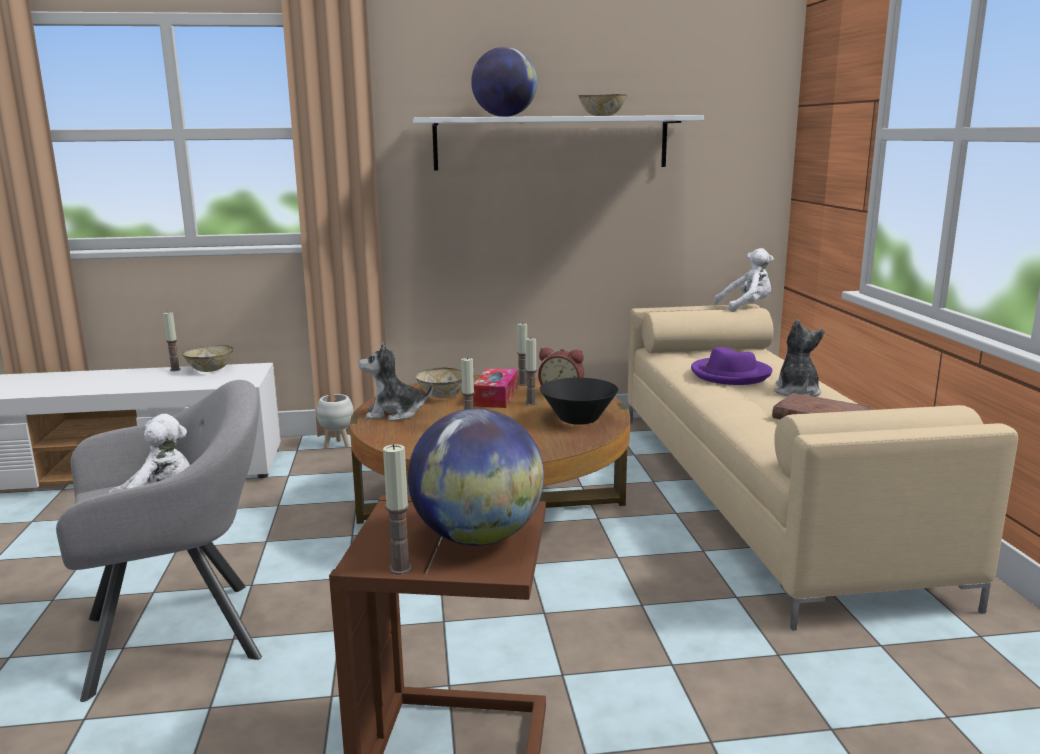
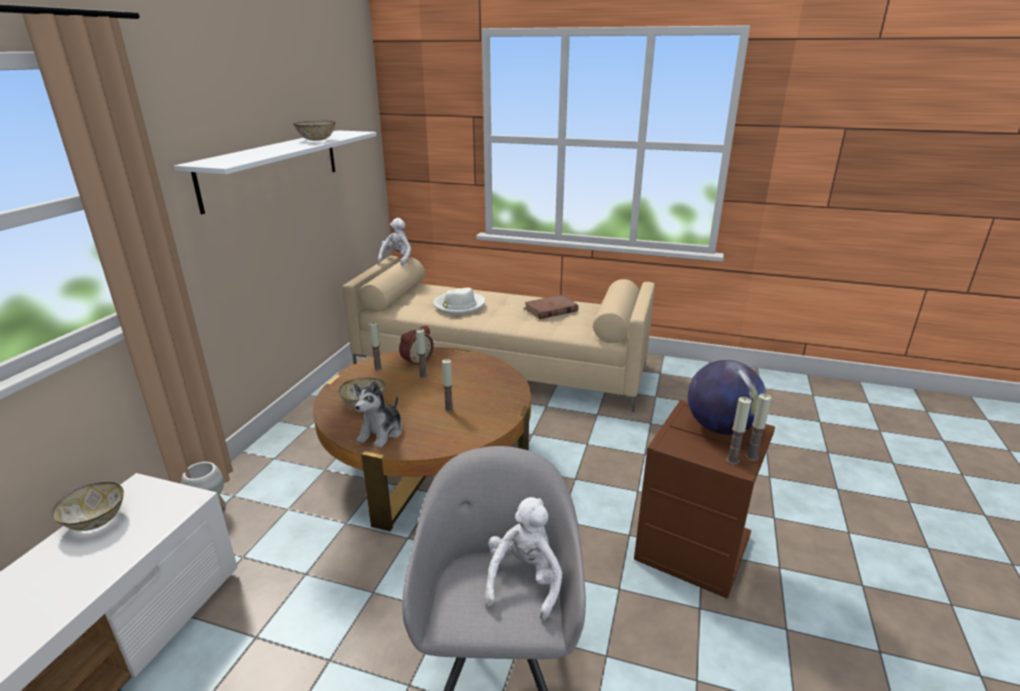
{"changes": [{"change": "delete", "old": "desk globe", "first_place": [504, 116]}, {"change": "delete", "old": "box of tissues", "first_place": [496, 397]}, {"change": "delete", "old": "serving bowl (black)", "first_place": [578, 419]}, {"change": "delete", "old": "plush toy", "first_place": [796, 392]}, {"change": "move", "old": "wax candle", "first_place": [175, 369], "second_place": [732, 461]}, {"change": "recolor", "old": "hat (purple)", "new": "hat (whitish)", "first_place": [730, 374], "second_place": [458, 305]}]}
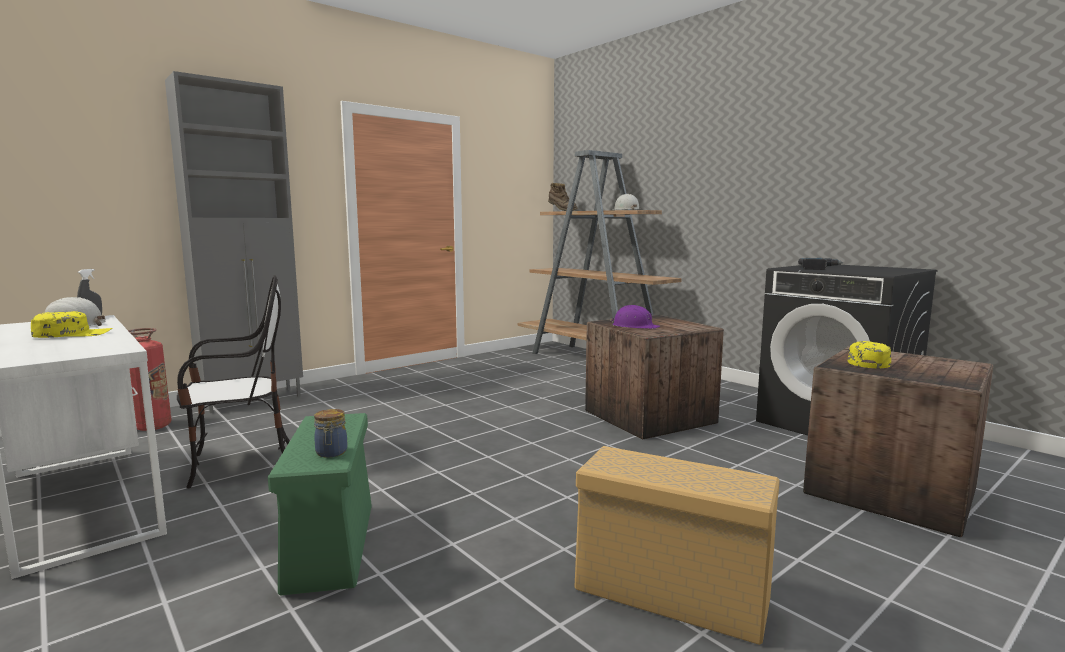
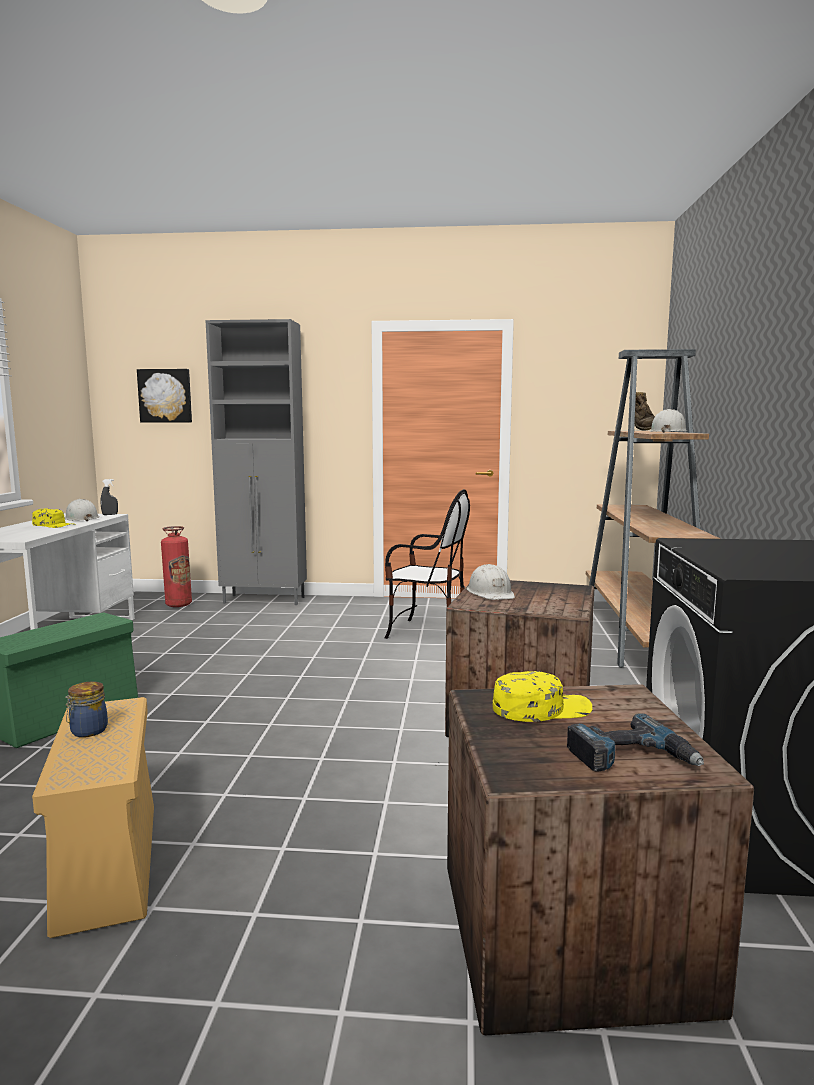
{"changes": [{"change": "insert", "new": "picture", "second_place": [165, 396]}, {"change": "move", "old": "plain chair", "first_place": [241, 463], "second_place": [427, 632]}, {"change": "move", "old": "preserve jar", "first_place": [331, 453], "second_place": [87, 731]}, {"change": "move", "old": "electric drill", "first_place": [819, 268], "second_place": [631, 757]}, {"change": "recolor", "old": "safety helmet (purple)", "new": "safety helmet (whitish)", "first_place": [634, 326], "second_place": [491, 593]}]}
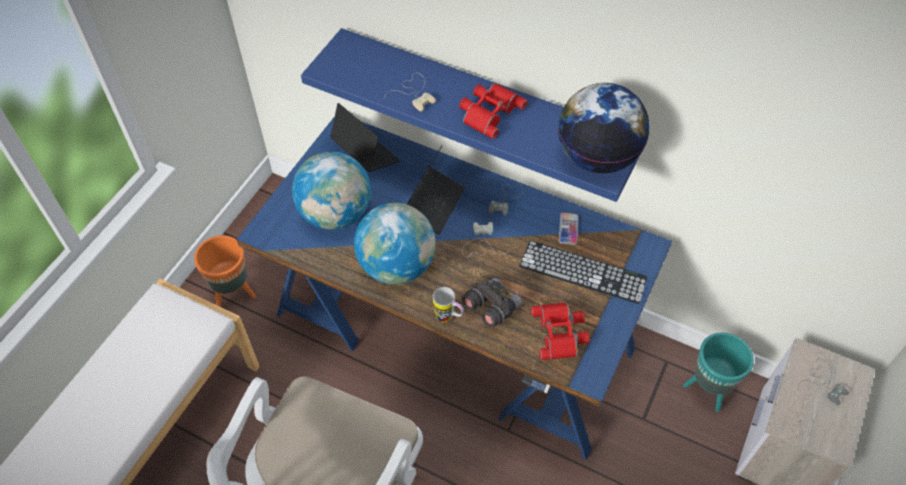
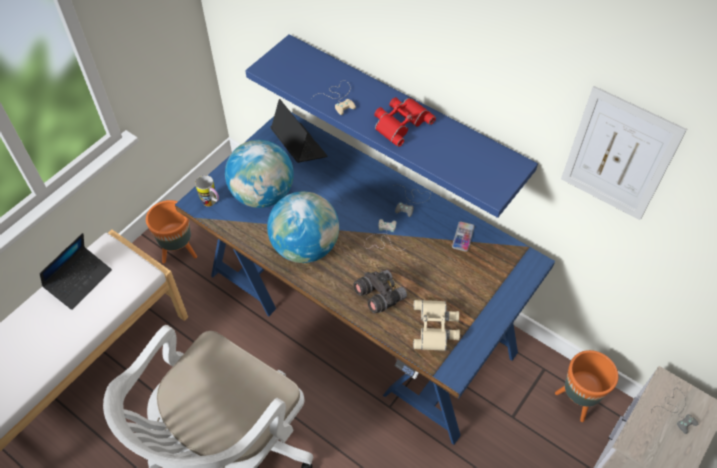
{"changes": [{"change": "delete", "old": "PC keyboard", "first_place": [583, 272]}, {"change": "delete", "old": "desk globe", "first_place": [597, 157]}, {"change": "insert", "new": "picture", "second_place": [618, 155]}, {"change": "move", "old": "portable computer", "first_place": [434, 204], "second_place": [79, 281]}, {"change": "move", "old": "coffee mug", "first_place": [449, 318], "second_place": [212, 204]}, {"change": "recolor", "old": "binoculars (red-coloured)", "new": "binoculars (sand-coloured)", "first_place": [560, 333], "second_place": [436, 327]}, {"change": "recolor", "old": "plant pot (blue-green)", "new": "plant pot (orangey)", "first_place": [708, 390], "second_place": [577, 401]}]}
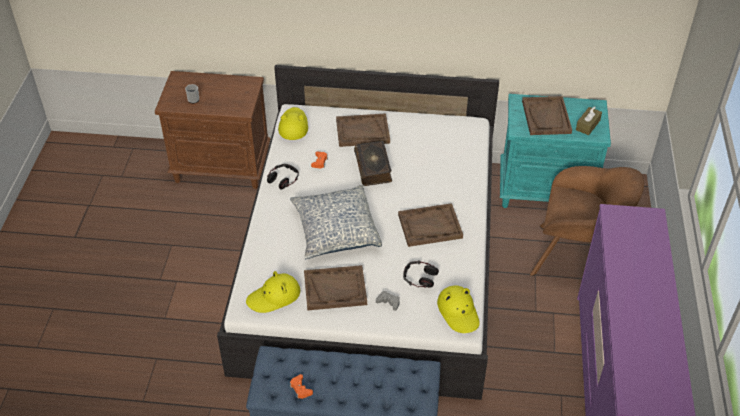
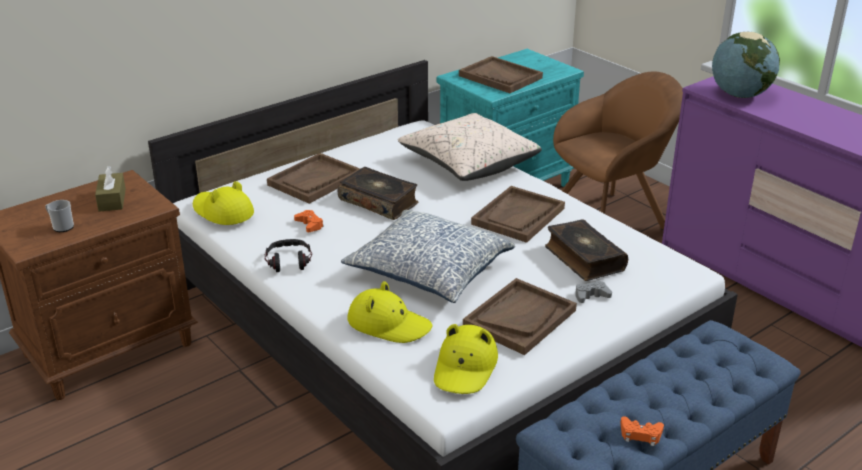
{"changes": [{"change": "insert", "new": "throw pillow (sand-coloured)", "second_place": [468, 163]}, {"change": "insert", "new": "desk globe", "second_place": [740, 94]}, {"change": "move", "old": "hat (yellow)", "first_place": [458, 312], "second_place": [389, 324]}, {"change": "move", "old": "box of tissues (brown-coloured)", "first_place": [587, 125], "second_place": [112, 200]}, {"change": "replace", "old": "headphones", "new": "volume", "first_place": [419, 277], "second_place": [583, 258]}]}
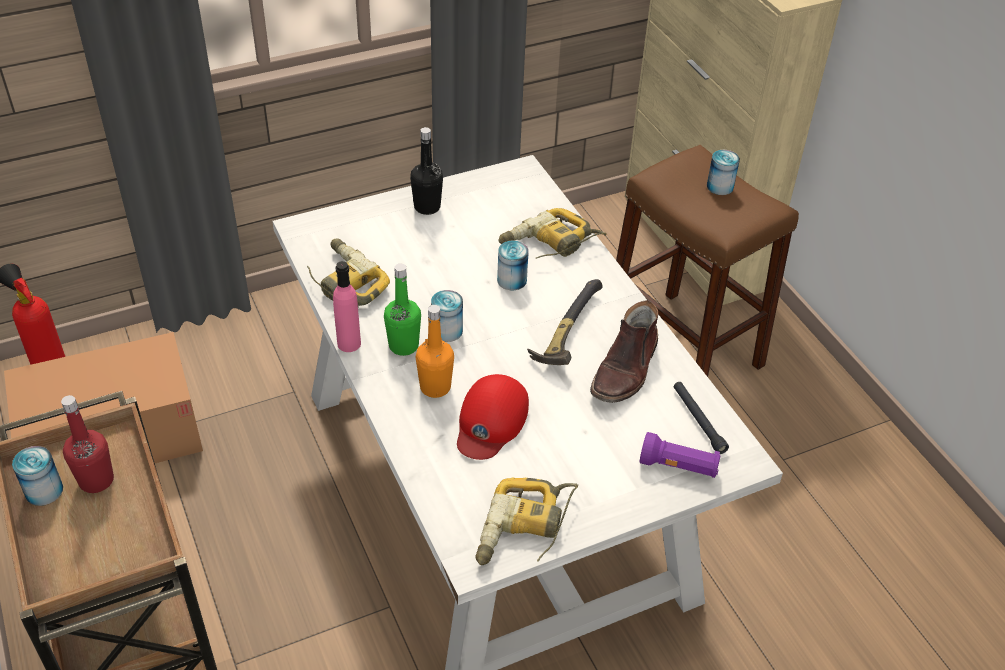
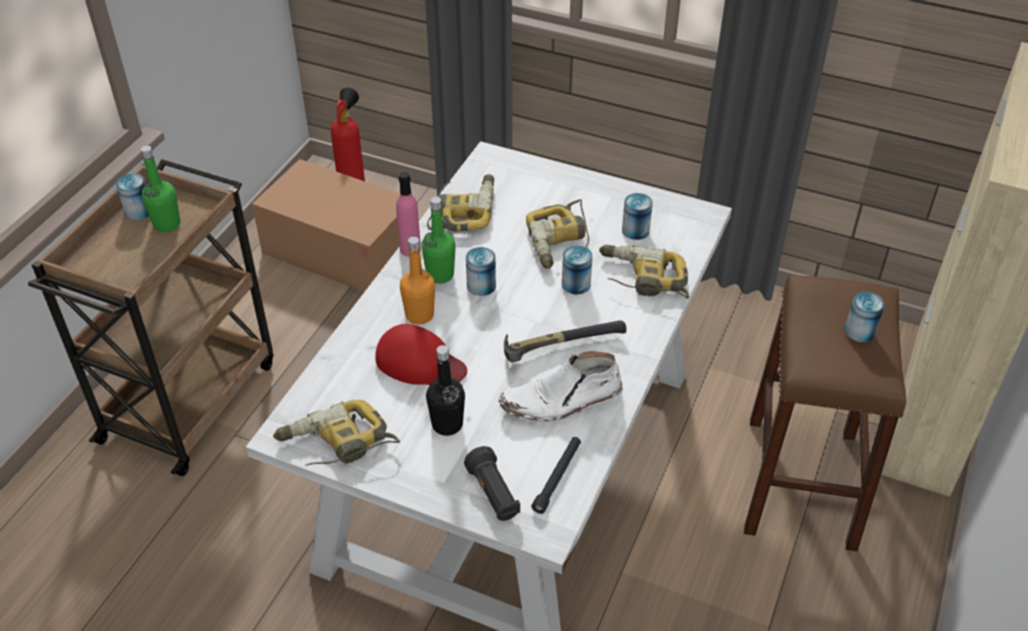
{"changes": [{"change": "insert", "new": "electric drill", "second_place": [560, 241]}, {"change": "insert", "new": "can", "second_place": [635, 230]}, {"change": "move", "old": "beverage bottle (black)", "first_place": [427, 207], "second_place": [447, 424]}, {"change": "recolor", "old": "beverage bottle (red-coloured)", "new": "beverage bottle (green)", "first_place": [96, 480], "second_place": [167, 224]}, {"change": "recolor", "old": "high-top boot (brown-coloured)", "new": "high-top boot (whitish)", "first_place": [626, 369], "second_place": [561, 402]}, {"change": "recolor", "old": "hand torch (purple)", "new": "hand torch (black)", "first_place": [678, 467], "second_place": [493, 494]}, {"change": "rotate", "old": "peaked cap (red-coloured)", "first_place": [490, 421], "second_place": [420, 363], "degrees": -135}]}
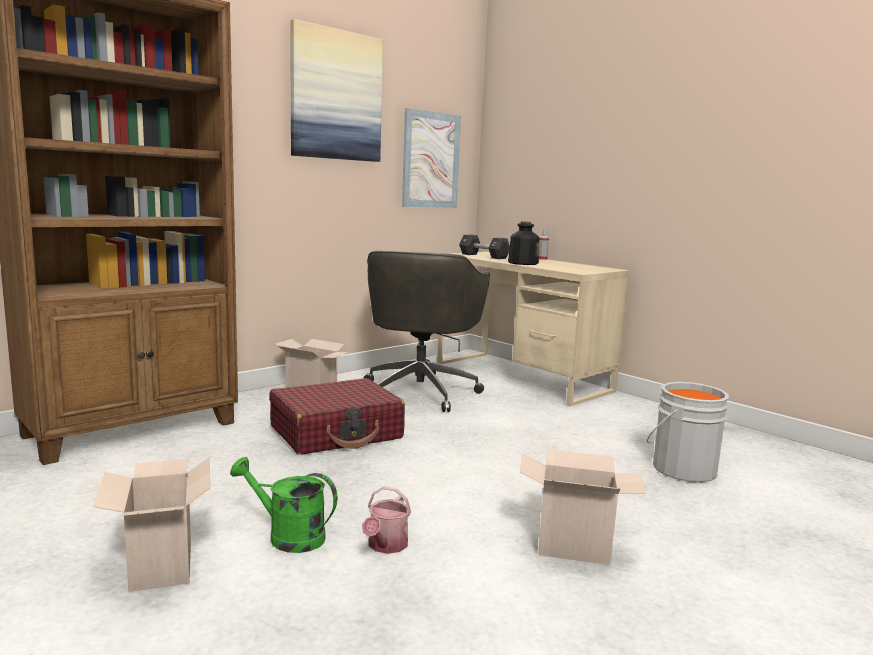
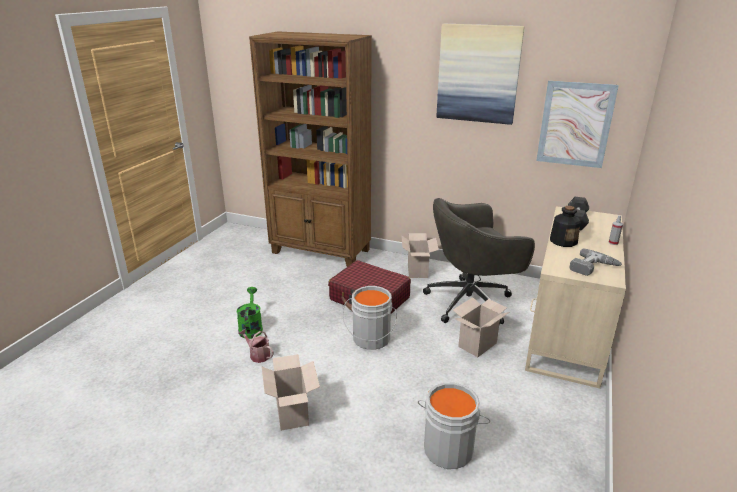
{"changes": [{"change": "insert", "new": "water bucket (gray)", "second_place": [370, 339]}, {"change": "insert", "new": "electric drill", "second_place": [594, 268]}, {"change": "move", "old": "carton", "first_place": [159, 565], "second_place": [477, 344]}, {"change": "rotate", "old": "sprinkling can", "first_place": [386, 546], "second_place": [258, 355], "degrees": 45}]}
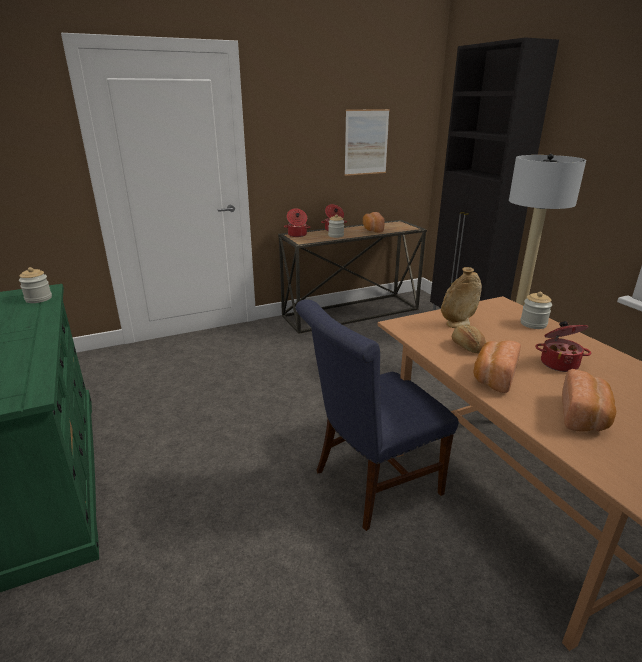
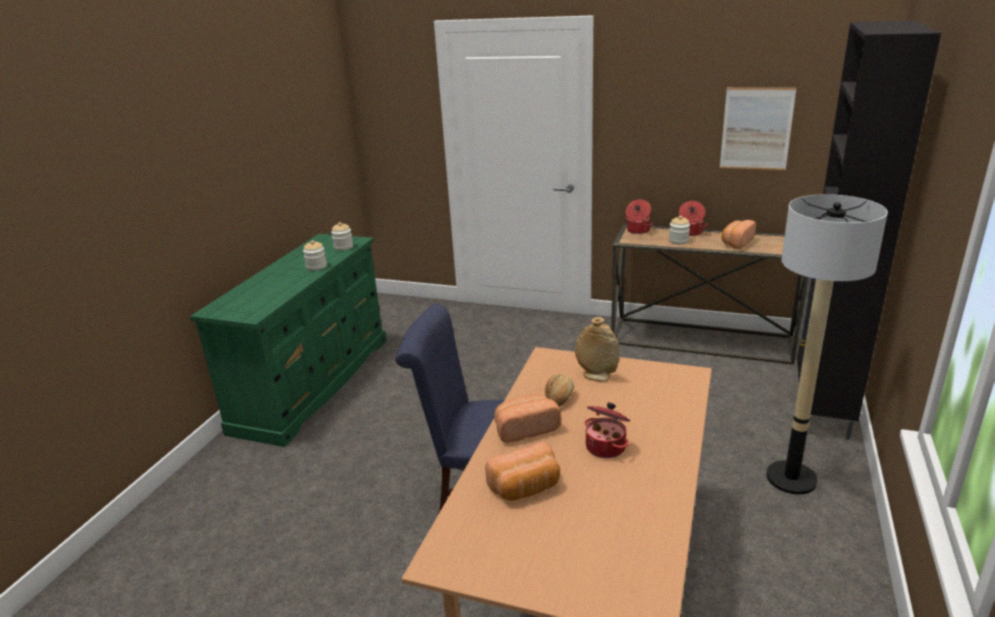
{"changes": [{"change": "move", "old": "preserve jar", "first_place": [533, 324], "second_place": [316, 267]}]}
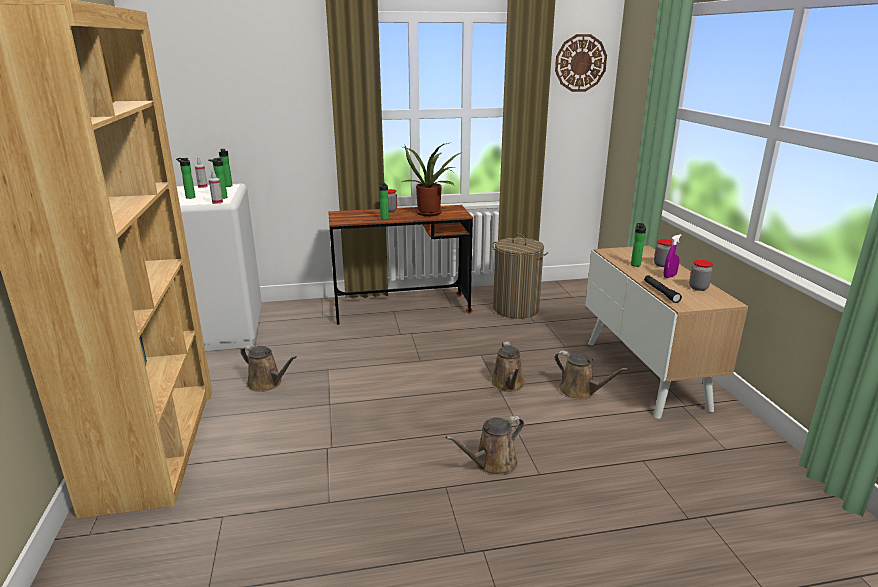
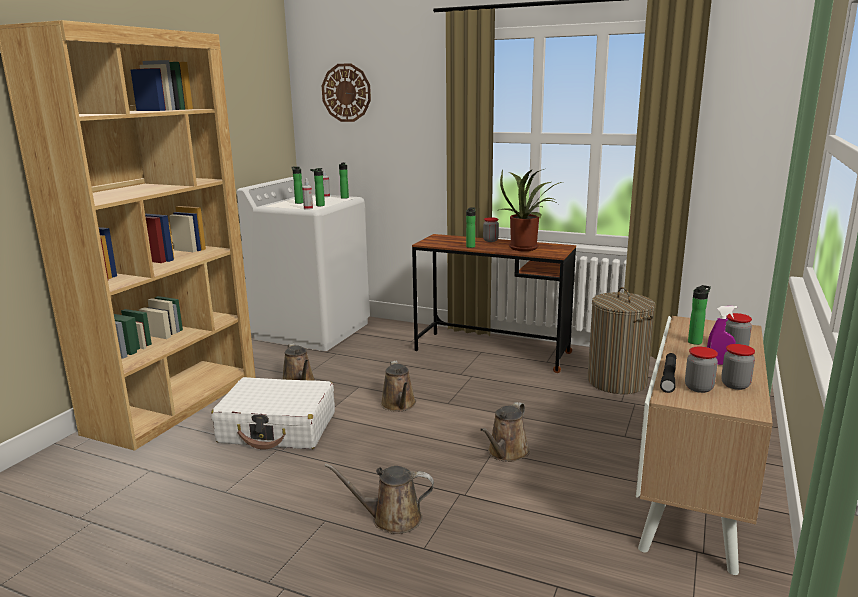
{"changes": [{"change": "insert", "new": "travel case (whitish)", "second_place": [278, 428]}, {"change": "insert", "new": "preserve jar", "second_place": [698, 388]}, {"change": "move", "old": "clock on the wall", "first_place": [580, 63], "second_place": [346, 93]}, {"change": "move", "old": "sprinkling can (brown-coloured)", "first_place": [580, 391], "second_place": [399, 405]}]}
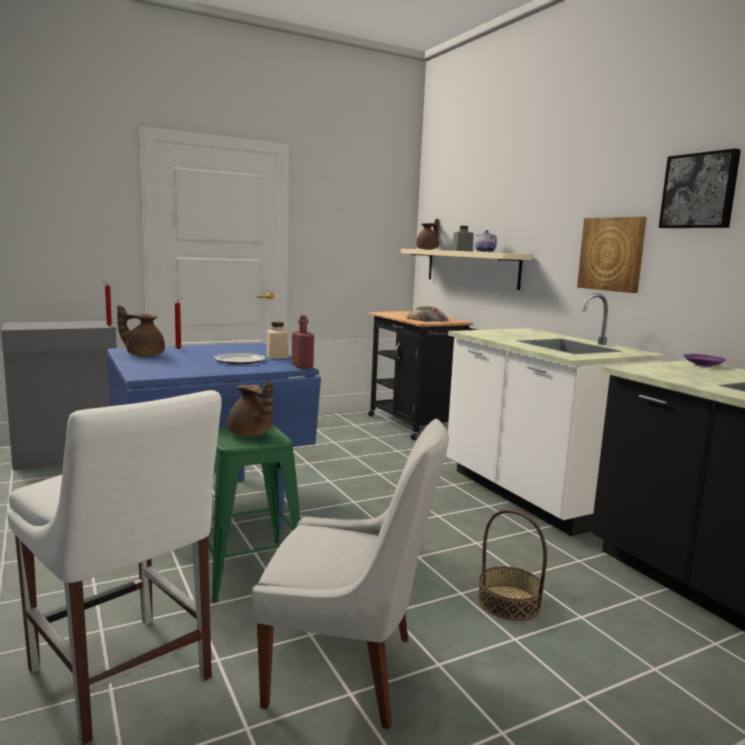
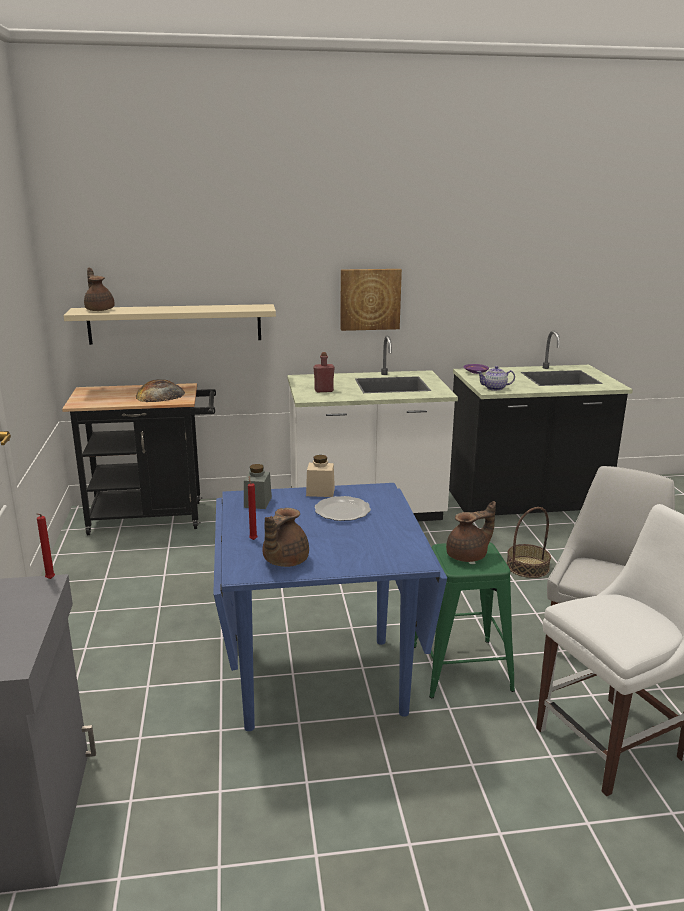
{"changes": [{"change": "delete", "old": "picture", "first_place": [700, 191]}, {"change": "move", "old": "beverage bottle (red-coloured)", "first_place": [302, 366], "second_place": [324, 390]}, {"change": "move", "old": "preserve jar (gray)", "first_place": [462, 251], "second_place": [257, 502]}, {"change": "move", "old": "pot for tea", "first_place": [485, 252], "second_place": [495, 388]}]}
